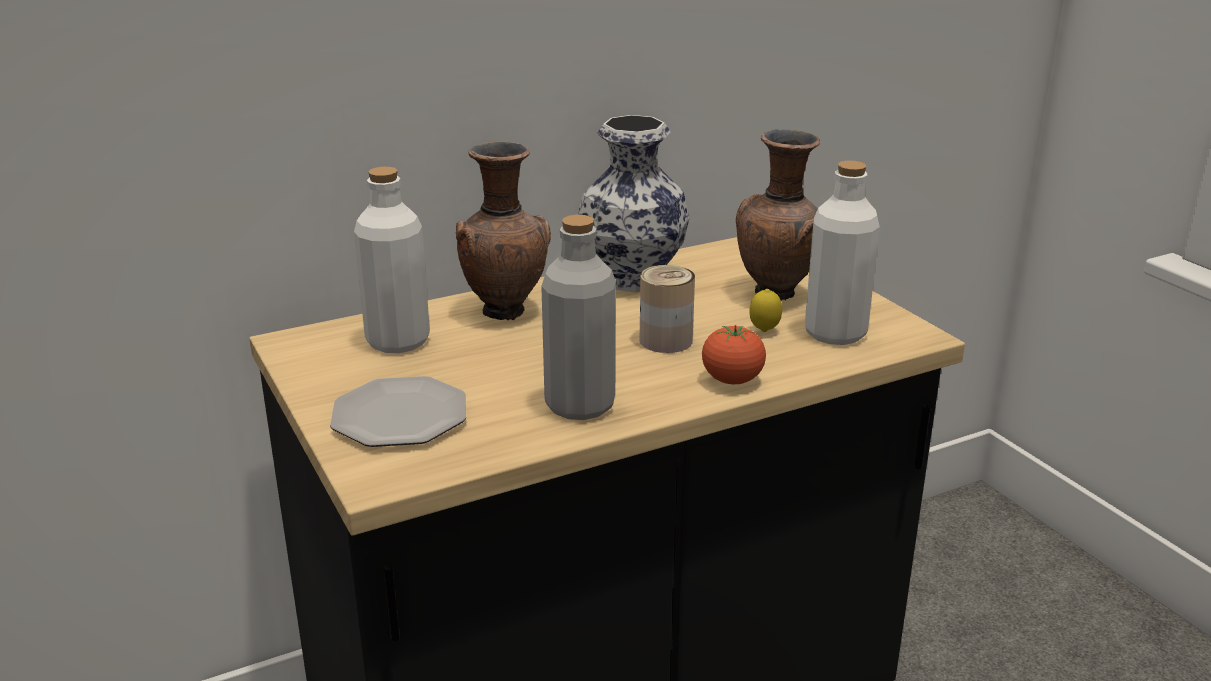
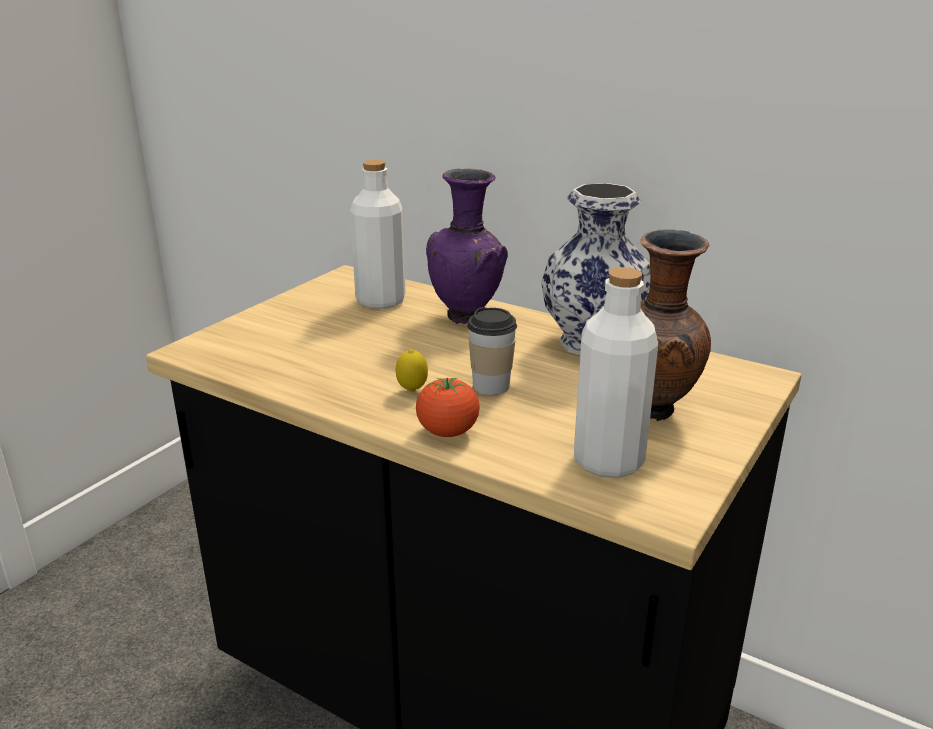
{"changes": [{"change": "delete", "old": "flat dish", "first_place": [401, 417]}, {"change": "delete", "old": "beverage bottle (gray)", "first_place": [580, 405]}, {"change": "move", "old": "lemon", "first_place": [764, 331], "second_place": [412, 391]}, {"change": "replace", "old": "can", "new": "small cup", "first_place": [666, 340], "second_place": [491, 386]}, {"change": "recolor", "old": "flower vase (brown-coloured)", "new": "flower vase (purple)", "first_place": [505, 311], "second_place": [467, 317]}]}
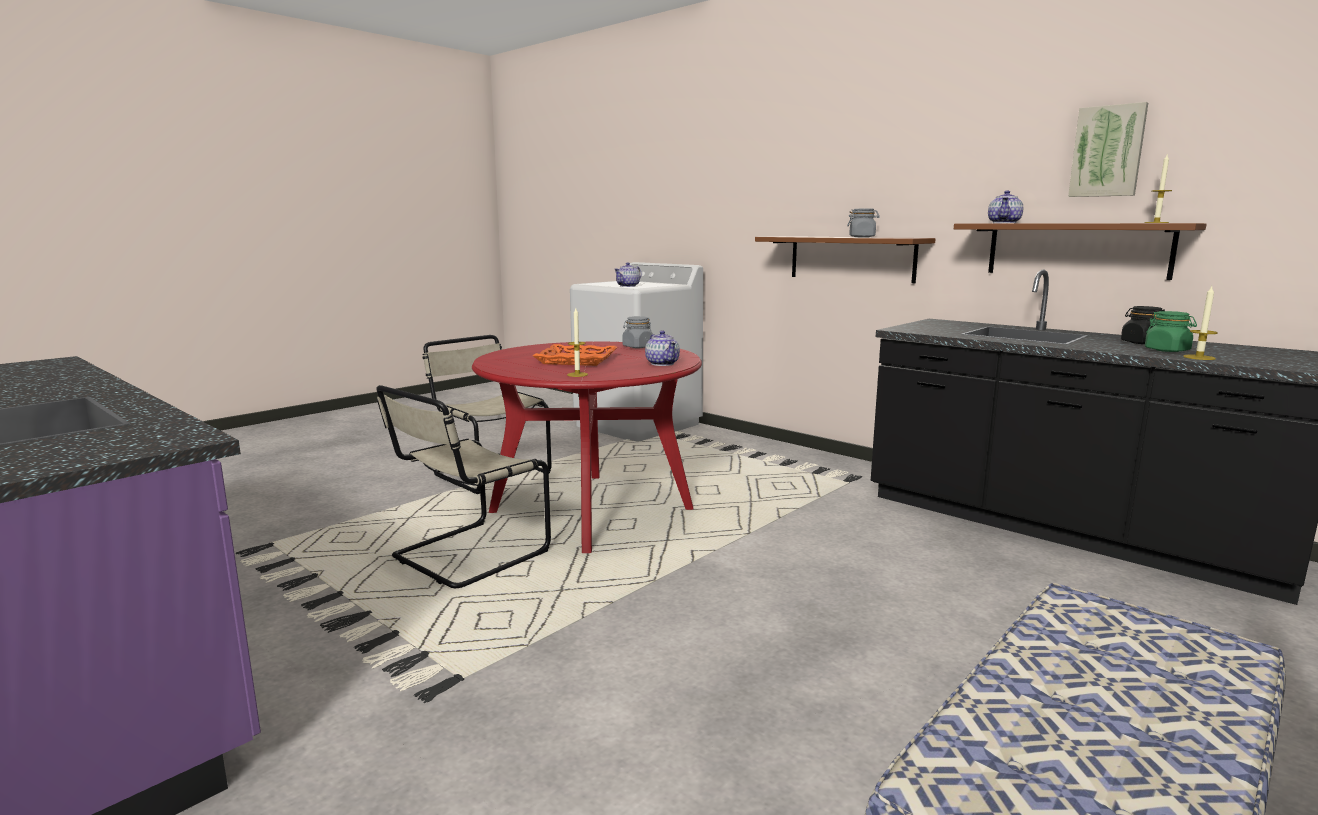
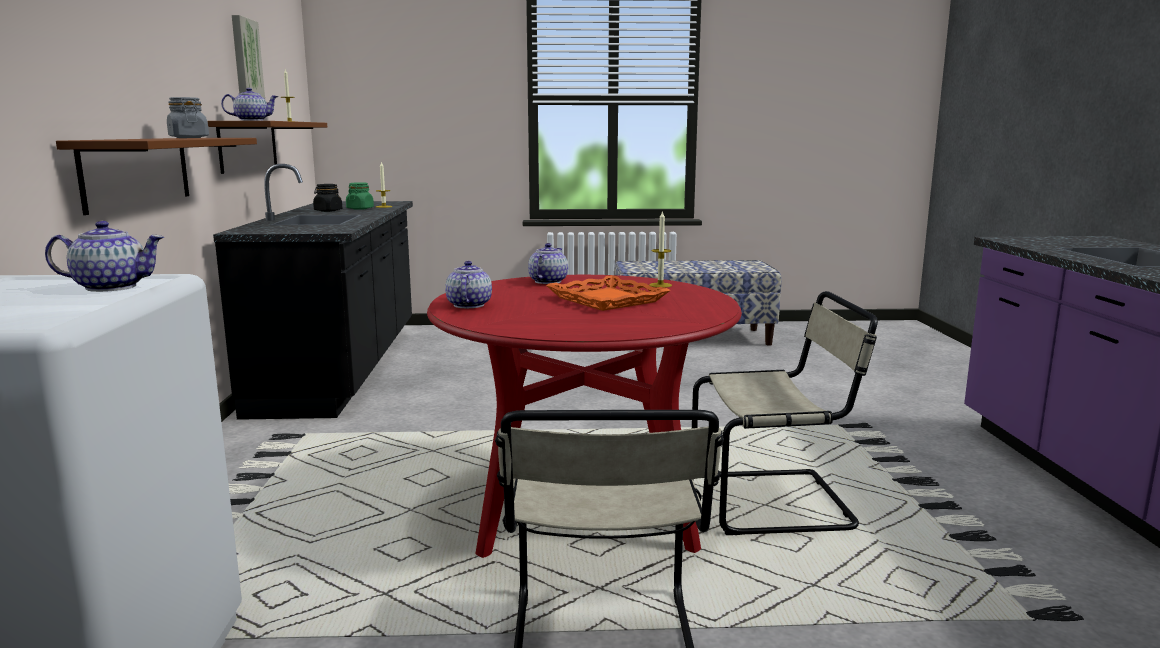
{"changes": [{"change": "replace", "old": "preserve jar (gray)", "new": "pot for tea", "first_place": [637, 347], "second_place": [468, 305]}]}
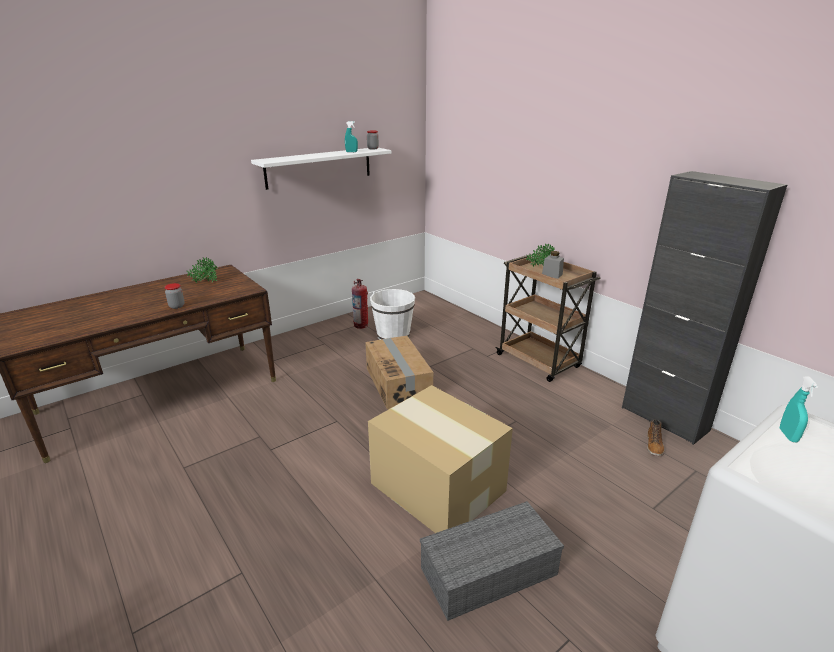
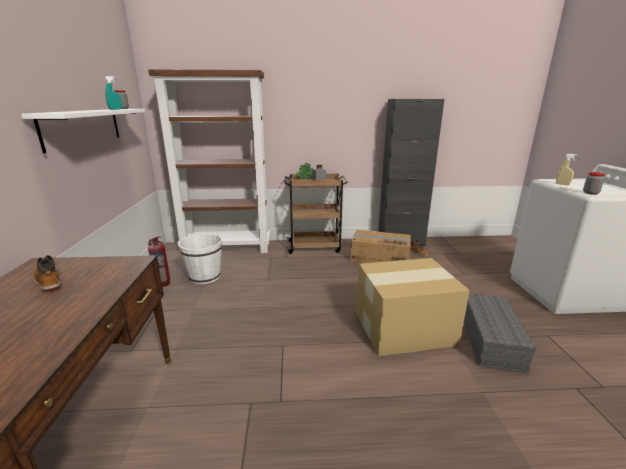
{"changes": [{"change": "insert", "new": "bookcase (brown-coloured)", "second_place": [228, 248]}, {"change": "move", "old": "preserve jar", "first_place": [177, 306], "second_place": [590, 193]}, {"change": "move", "old": "carton", "first_place": [398, 383], "second_place": [379, 258]}, {"change": "replace", "old": "houseplant", "new": "high-top boot", "first_place": [205, 282], "second_place": [47, 282]}, {"change": "recolor", "old": "spray bottle (blue-green)", "new": "spray bottle (sand-coloured)", "first_place": [788, 435], "second_place": [562, 184]}]}
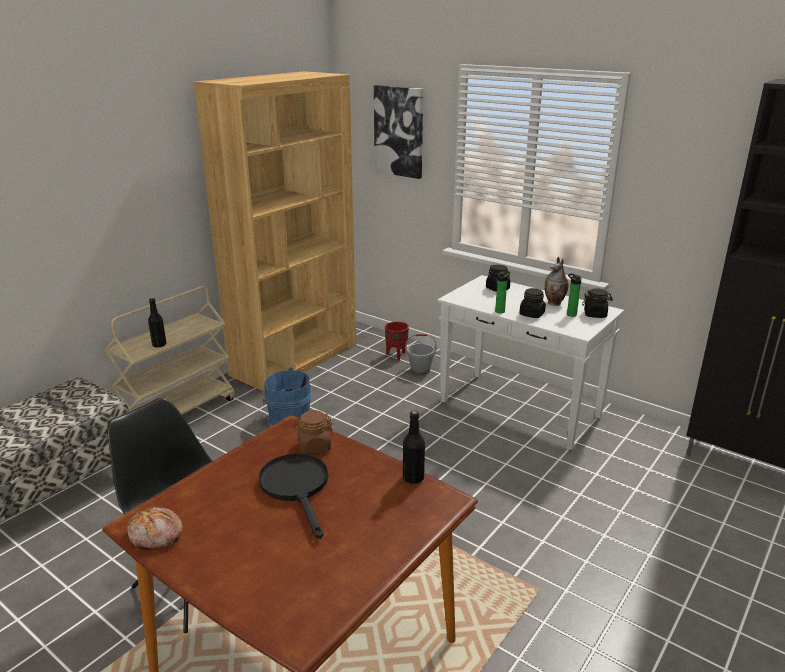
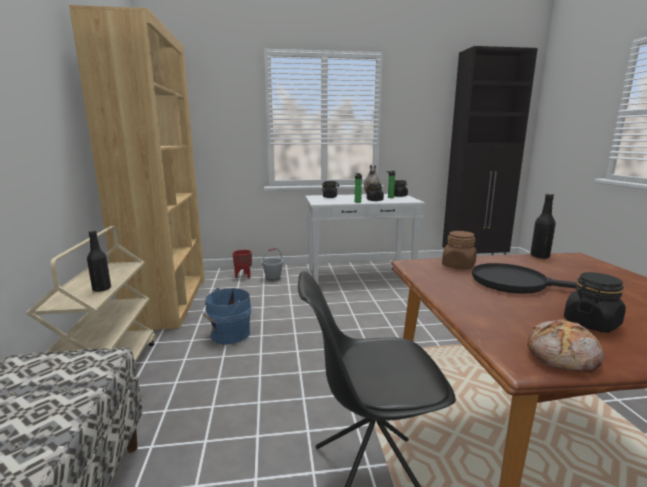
{"changes": [{"change": "delete", "old": "picture", "first_place": [399, 131]}, {"change": "insert", "new": "preserve jar (black)", "second_place": [591, 323]}]}
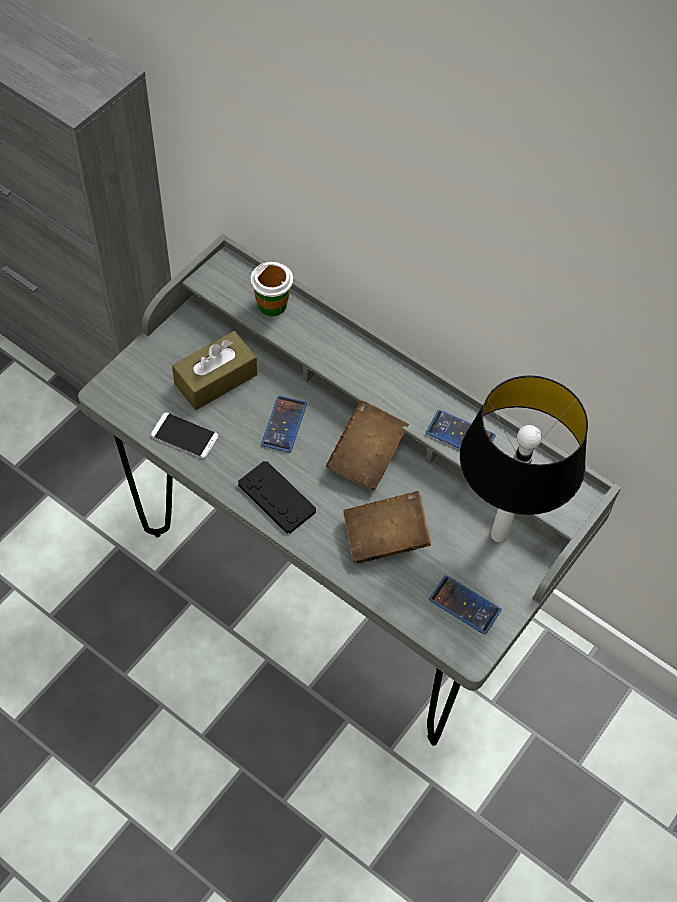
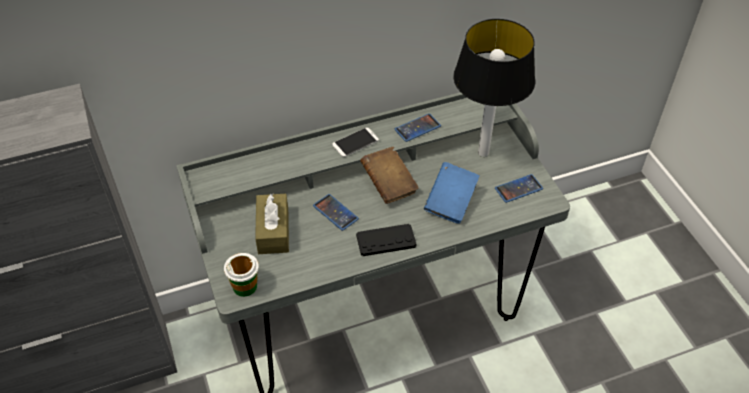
{"changes": [{"change": "move", "old": "telephone", "first_place": [184, 436], "second_place": [355, 142]}, {"change": "move", "old": "small cup", "first_place": [272, 304], "second_place": [245, 286]}, {"change": "recolor", "old": "volume (brown-coloured)", "new": "volume (blue-coloured)", "first_place": [385, 537], "second_place": [450, 202]}]}
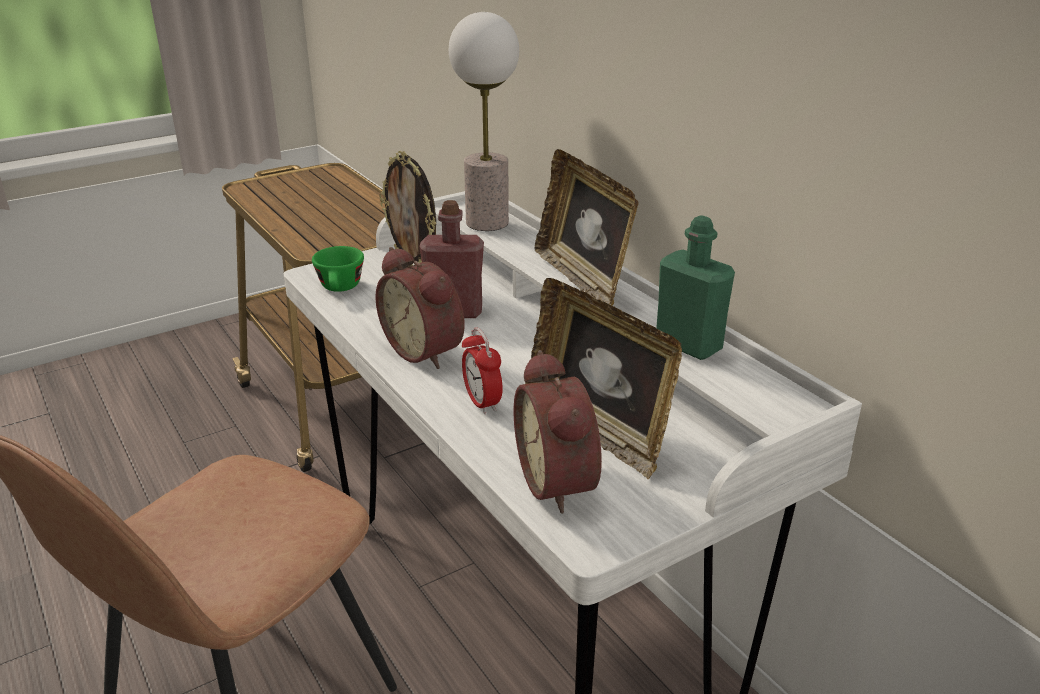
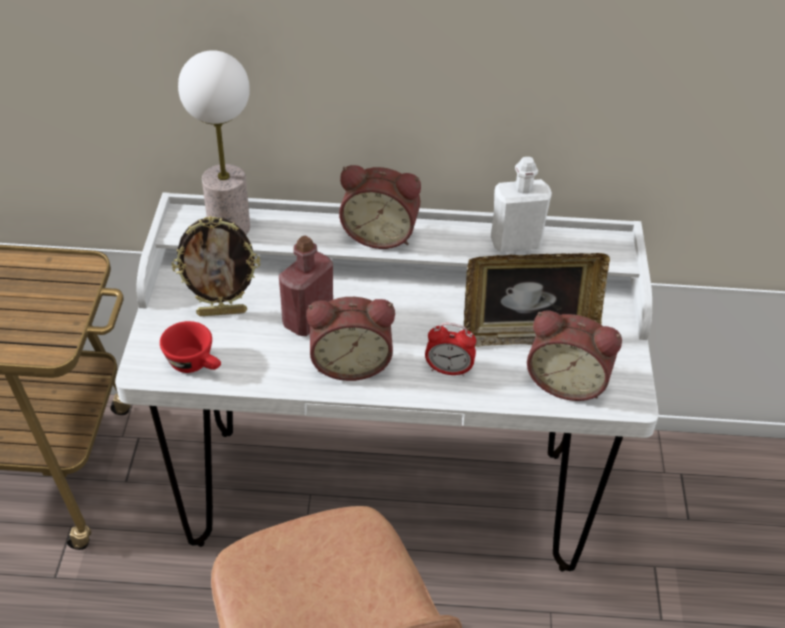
{"changes": [{"change": "replace", "old": "photo frame", "new": "alarm clock", "first_place": [582, 278], "second_place": [380, 234]}, {"change": "recolor", "old": "small cup (green)", "new": "small cup (red-coloured)", "first_place": [340, 289], "second_place": [196, 364]}, {"change": "recolor", "old": "beverage bottle (green)", "new": "beverage bottle (whitish)", "first_place": [688, 345], "second_place": [515, 242]}]}
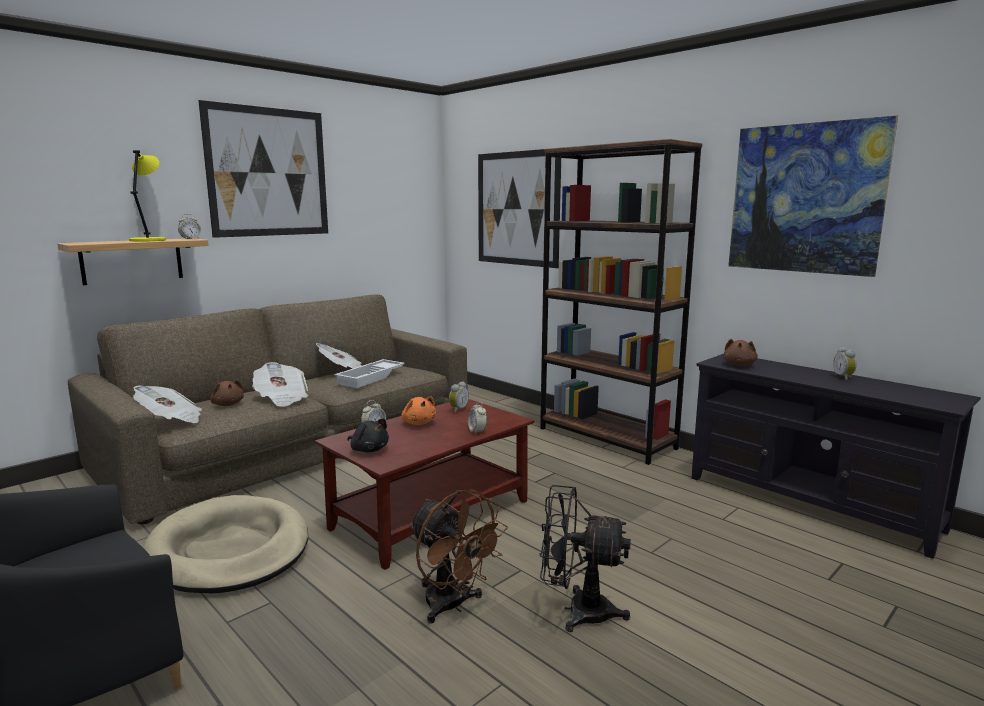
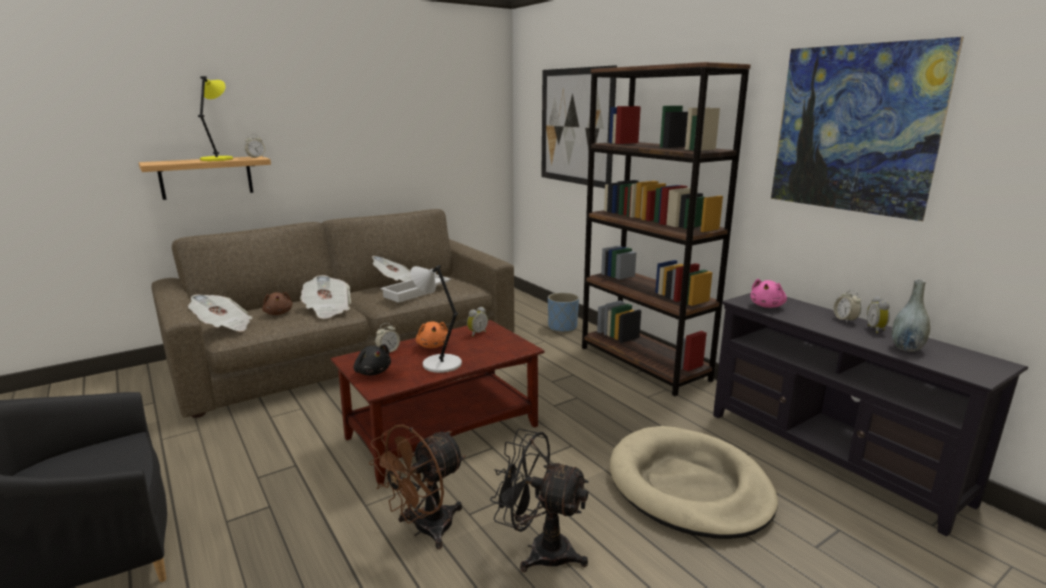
{"changes": [{"change": "delete", "old": "picture", "first_place": [268, 172]}, {"change": "insert", "new": "tabletop lamp (gray)", "second_place": [439, 364]}, {"change": "insert", "new": "plant pot (blue-coloured)", "second_place": [562, 327]}, {"change": "insert", "new": "flower vase (gray)", "second_place": [906, 348]}, {"change": "move", "old": "pet bed (sand-coloured)", "first_place": [229, 550], "second_place": [688, 486]}, {"change": "move", "old": "alarm clock", "first_place": [477, 431], "second_place": [845, 319]}, {"change": "recolor", "old": "plush toy (brown-coloured)", "new": "plush toy (pinkish)", "first_place": [739, 365], "second_place": [767, 306]}, {"change": "rotate", "old": "electric fan (brown-coloured)", "first_place": [452, 606], "second_place": [424, 530], "degrees": 75}]}
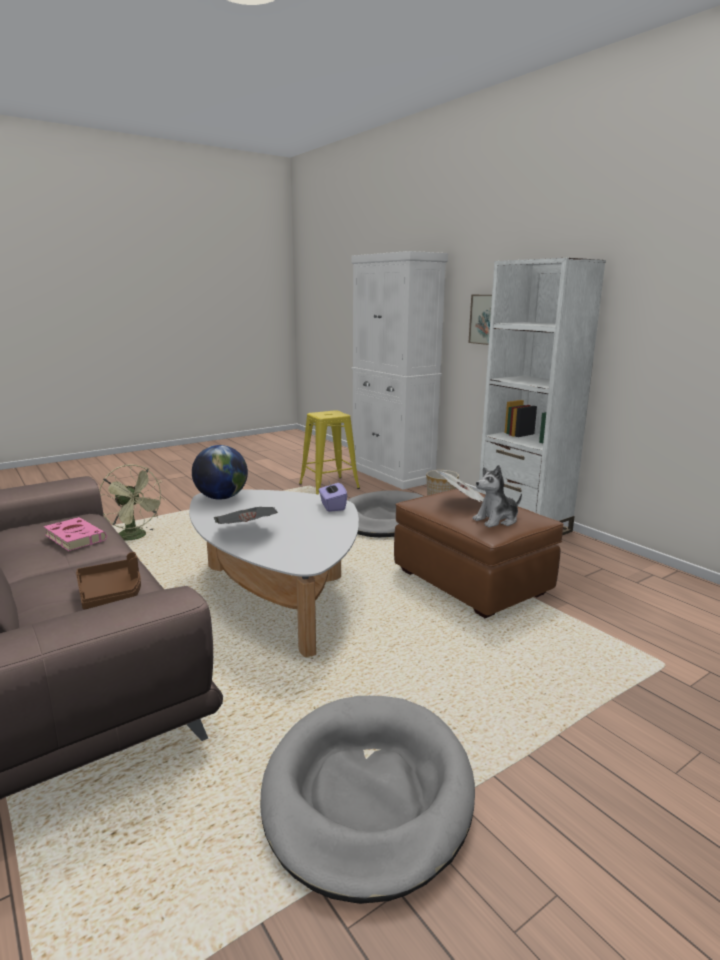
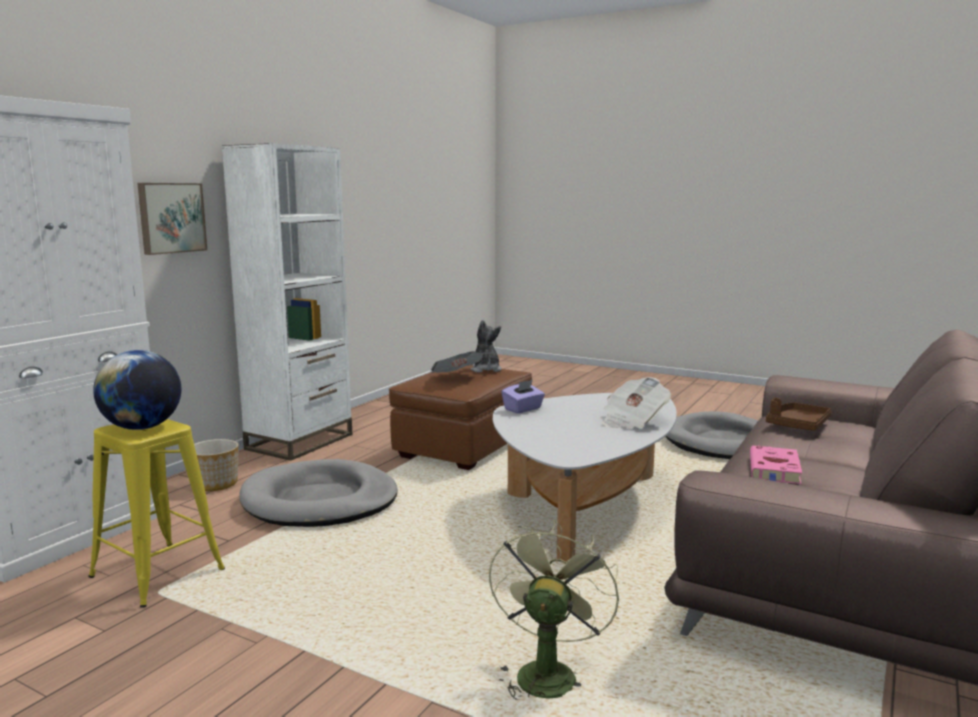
{"changes": [{"change": "move", "old": "desk globe", "first_place": [221, 498], "second_place": [142, 427]}, {"change": "rotate", "old": "plush toy", "first_place": [496, 520], "second_place": [485, 369], "degrees": -135}]}
